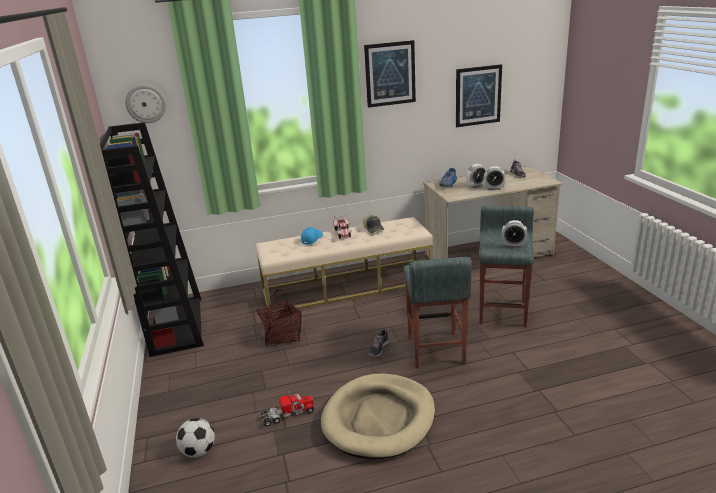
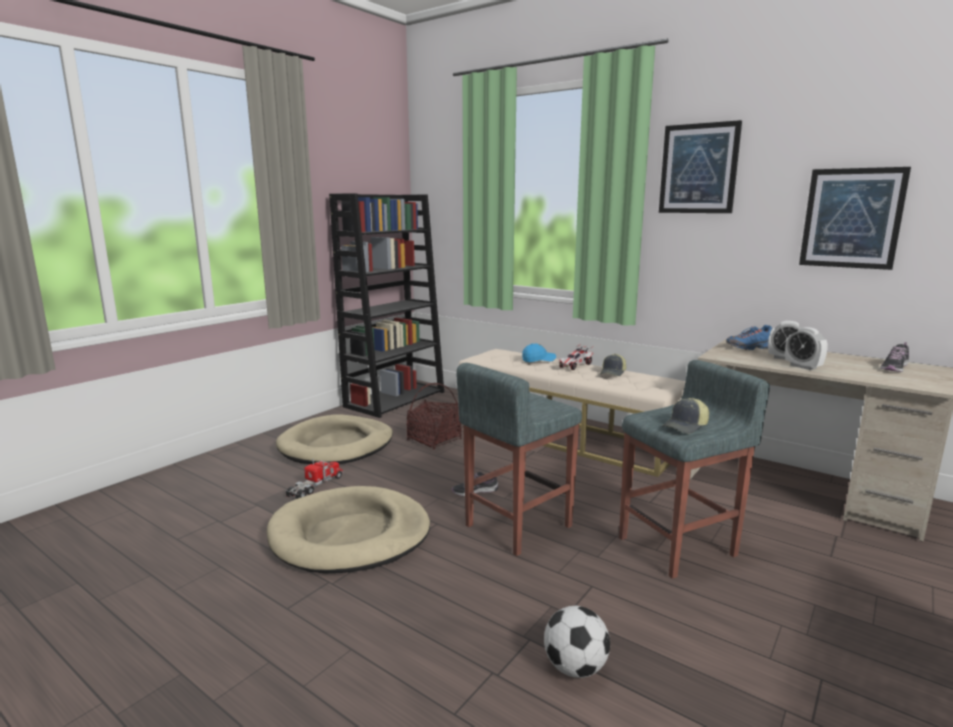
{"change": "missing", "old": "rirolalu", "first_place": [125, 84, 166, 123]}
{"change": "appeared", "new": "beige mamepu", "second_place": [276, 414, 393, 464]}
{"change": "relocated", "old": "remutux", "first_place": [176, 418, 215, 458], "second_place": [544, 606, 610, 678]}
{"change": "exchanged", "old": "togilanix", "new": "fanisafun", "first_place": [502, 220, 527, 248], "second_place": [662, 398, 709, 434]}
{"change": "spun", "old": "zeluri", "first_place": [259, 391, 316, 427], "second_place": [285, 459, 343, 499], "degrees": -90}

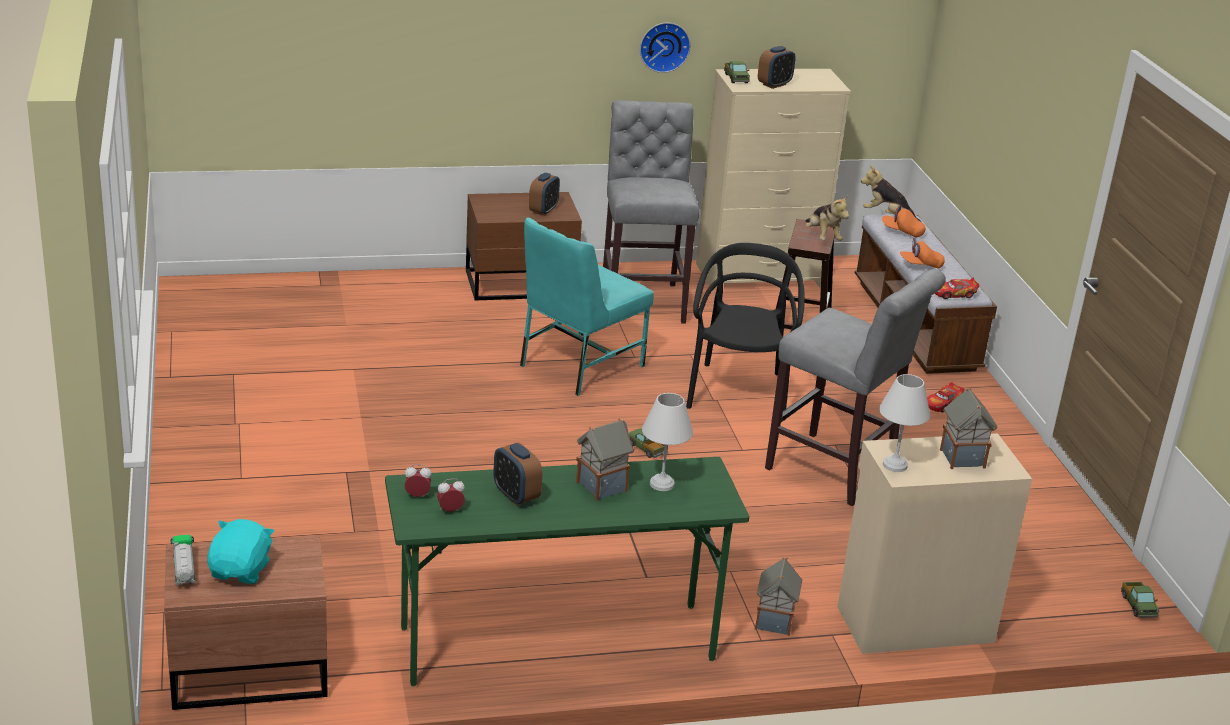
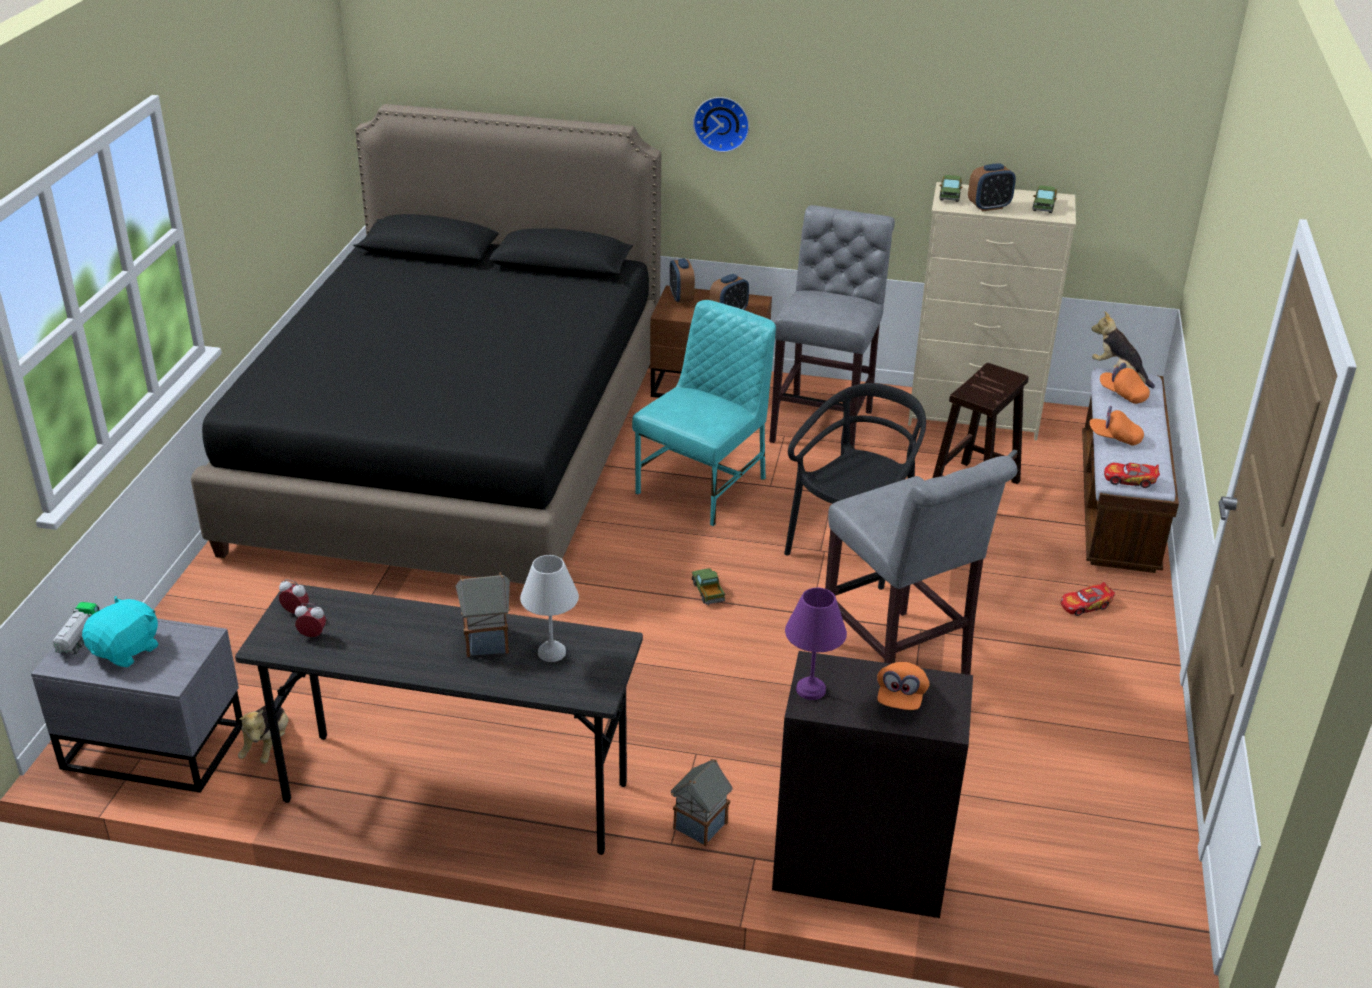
{"change": "appeared", "new": "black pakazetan", "second_place": [191, 104, 661, 584]}
{"change": "relocated", "old": "togilanix", "first_place": [493, 442, 542, 506], "second_place": [670, 258, 695, 303]}
{"change": "relocated", "old": "rirolalu", "first_place": [640, 22, 691, 73], "second_place": [693, 97, 749, 152]}
{"change": "relocated", "old": "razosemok", "first_place": [805, 195, 849, 241], "second_place": [238, 706, 289, 764]}
{"change": "relocated", "old": "zeluri", "first_place": [1121, 582, 1159, 618], "second_place": [1033, 185, 1057, 213]}
{"change": "exchanged", "old": "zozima", "new": "orange fanisafun", "first_place": [940, 388, 997, 469], "second_place": [877, 662, 930, 710]}
{"change": "colour", "old": "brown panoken", "new": "grey panoken", "first_place": [164, 536, 328, 710], "second_place": [31, 619, 242, 793]}
{"change": "colour", "old": "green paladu", "new": "grey paladu", "first_place": [385, 457, 749, 686], "second_place": [235, 583, 643, 855]}
{"change": "colour", "old": "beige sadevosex", "new": "black sadevosex", "first_place": [837, 433, 1032, 654], "second_place": [772, 651, 973, 918]}
{"change": "colour", "old": "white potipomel", "new": "purple potipomel", "first_place": [879, 374, 930, 472], "second_place": [785, 588, 847, 700]}
{"change": "spun", "old": "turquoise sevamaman", "first_place": [520, 217, 654, 396], "second_place": [632, 300, 776, 526], "degrees": 150}

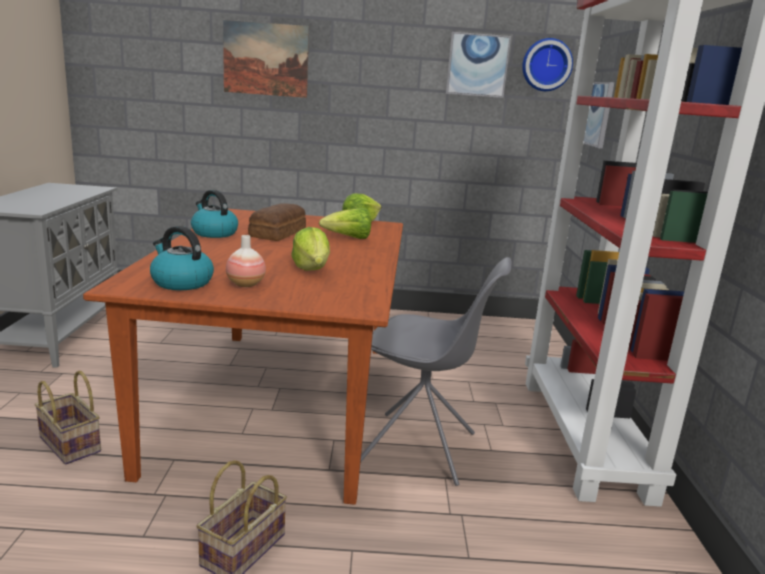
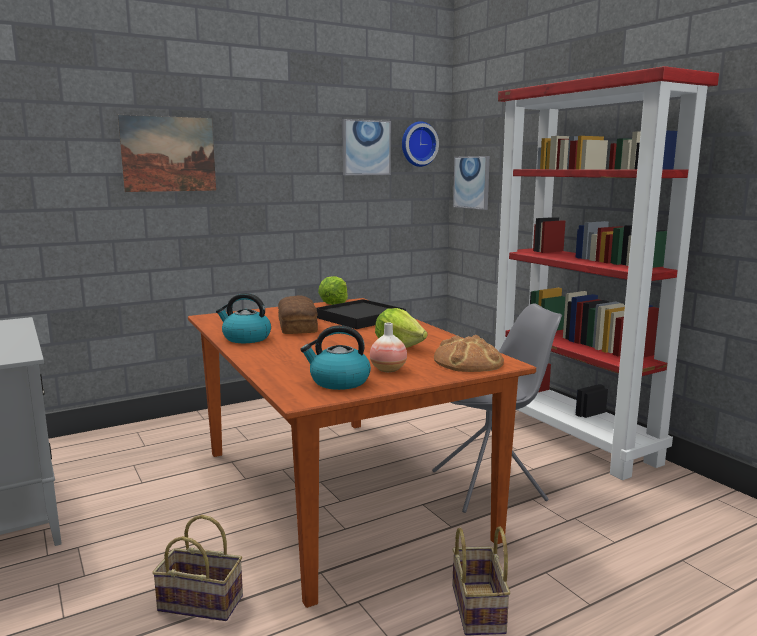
{"change": "appeared", "new": "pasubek", "second_place": [434, 335, 504, 372]}
{"change": "exchanged", "old": "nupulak", "new": "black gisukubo", "first_place": [319, 208, 371, 239], "second_place": [316, 299, 406, 329]}

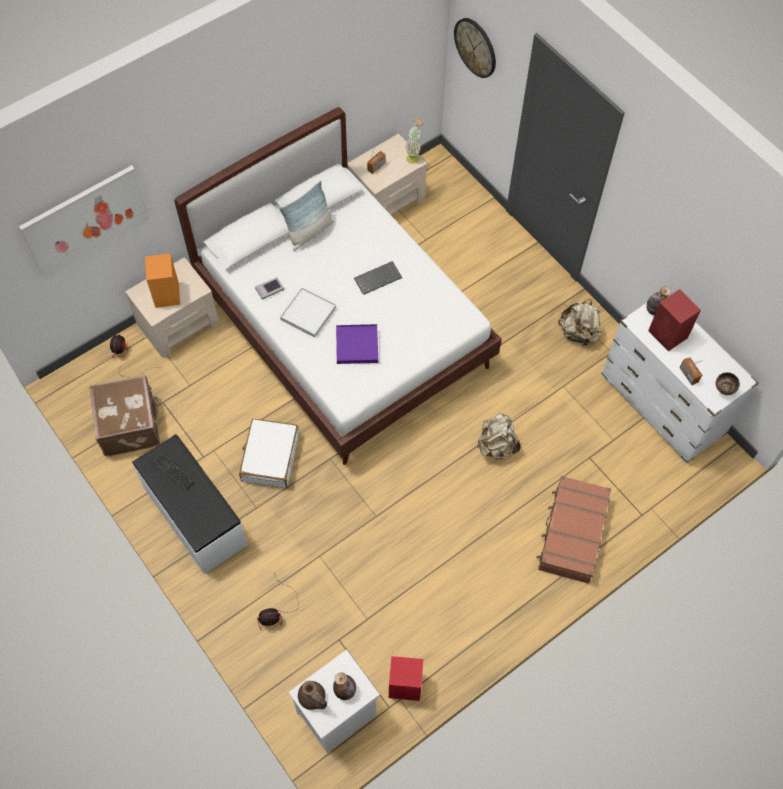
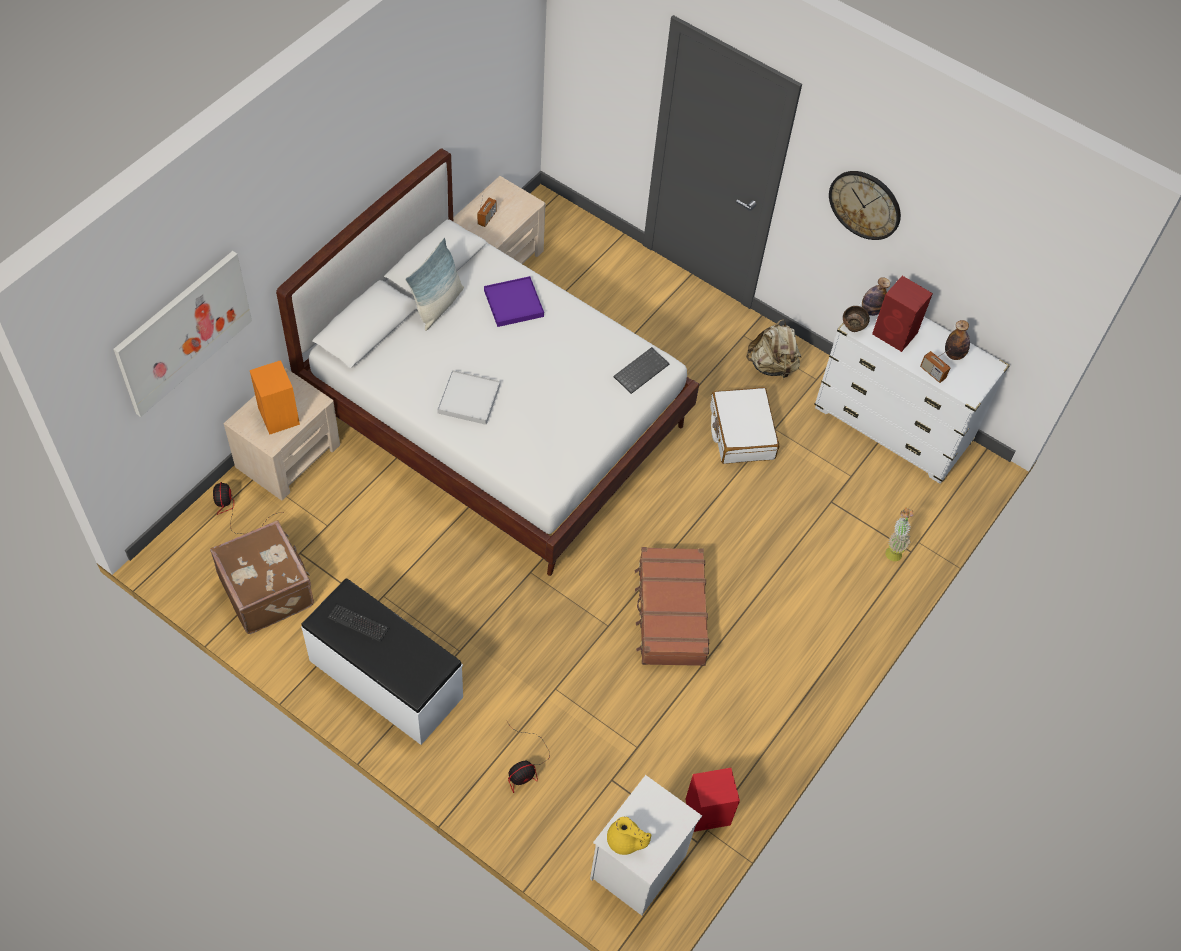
{"change": "missing", "old": "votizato", "first_place": [255, 277, 284, 300]}
{"change": "missing", "old": "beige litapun", "first_place": [477, 413, 521, 460]}
{"change": "relocated", "old": "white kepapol", "first_place": [239, 419, 299, 488], "second_place": [710, 387, 779, 464]}
{"change": "relocated", "old": "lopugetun", "first_place": [333, 672, 356, 700], "second_place": [945, 320, 970, 360]}
{"change": "relocated", "old": "purple gisukubo", "first_place": [336, 324, 378, 364], "second_place": [484, 276, 544, 327]}
{"change": "relocated", "old": "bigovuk", "first_place": [354, 261, 402, 295], "second_place": [613, 347, 669, 394]}
{"change": "relocated", "old": "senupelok", "first_place": [405, 119, 423, 164], "second_place": [885, 507, 913, 561]}
{"change": "relocated", "old": "rirolalu", "first_place": [454, 18, 496, 78], "second_place": [829, 171, 901, 240]}
{"change": "relocated", "old": "brown kepapol", "first_place": [536, 476, 611, 584], "second_place": [635, 547, 709, 666]}
{"change": "relocated", "old": "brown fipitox", "first_place": [716, 372, 740, 395], "second_place": [843, 306, 870, 332]}
{"change": "colour", "old": "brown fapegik", "new": "yellow fapegik", "first_place": [298, 681, 327, 710], "second_place": [607, 817, 651, 855]}

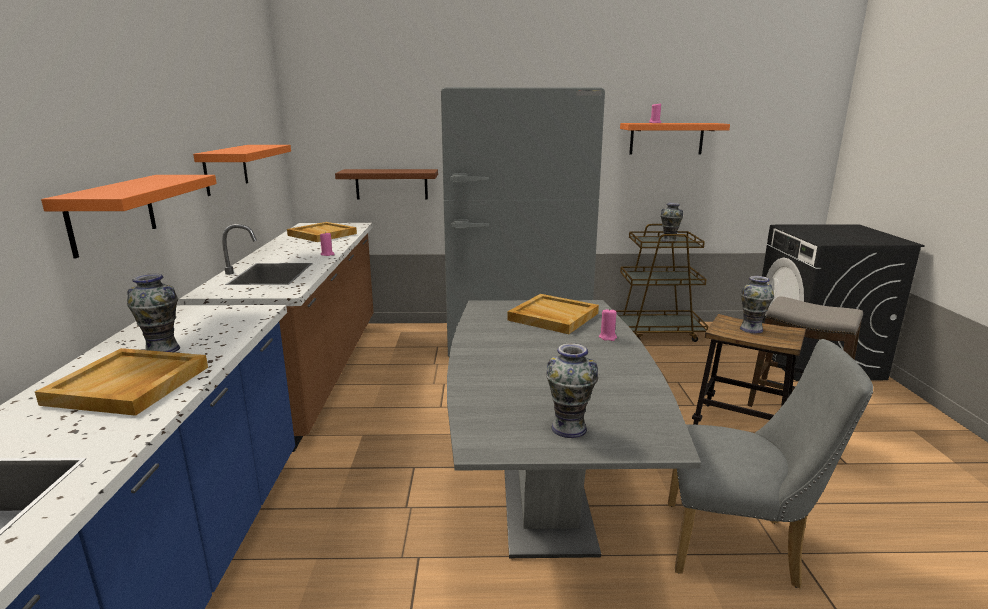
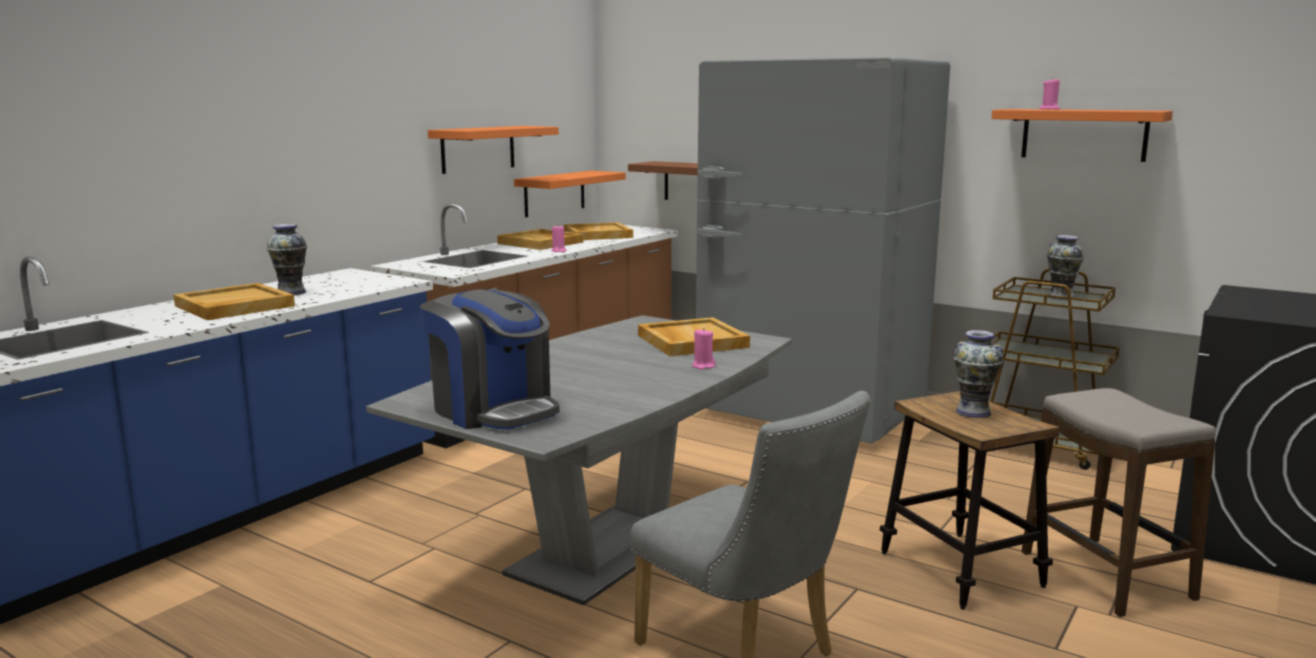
{"change": "appeared", "new": "beige gisukubo", "second_place": [497, 229, 583, 250]}
{"change": "relocated", "old": "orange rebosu", "first_place": [41, 175, 217, 259], "second_place": [514, 171, 626, 217]}
{"change": "exchanged", "old": "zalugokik", "new": "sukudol", "first_place": [546, 343, 598, 438], "second_place": [420, 289, 560, 430]}

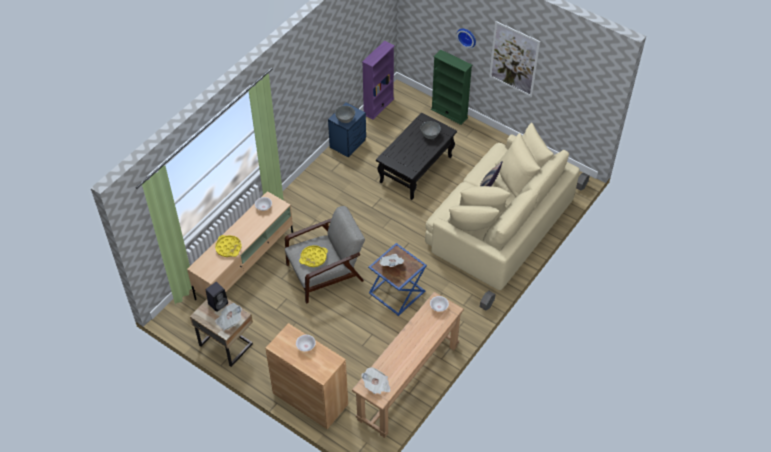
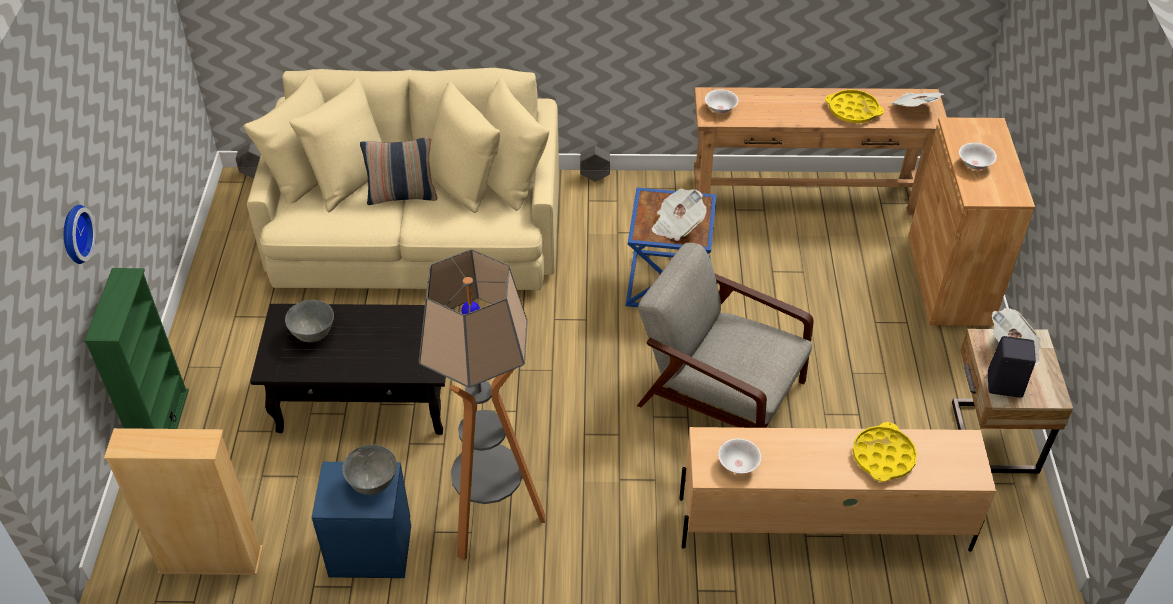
{"change": "missing", "old": "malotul", "first_place": [489, 21, 540, 97]}
{"change": "appeared", "new": "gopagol", "second_place": [418, 250, 545, 561]}
{"change": "relocated", "old": "yellow gisukubo", "first_place": [299, 245, 328, 267], "second_place": [825, 89, 884, 123]}
{"change": "colour", "old": "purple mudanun", "new": "beige mudanun", "first_place": [362, 41, 395, 120], "second_place": [104, 428, 263, 575]}

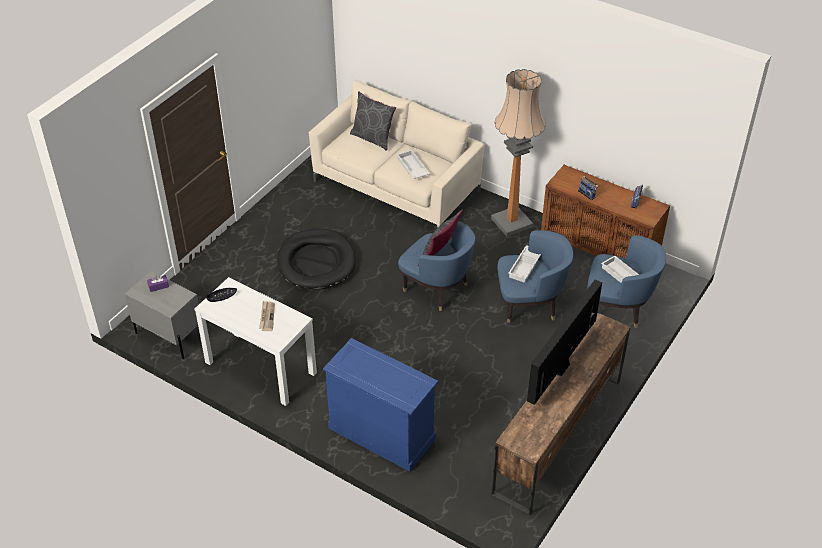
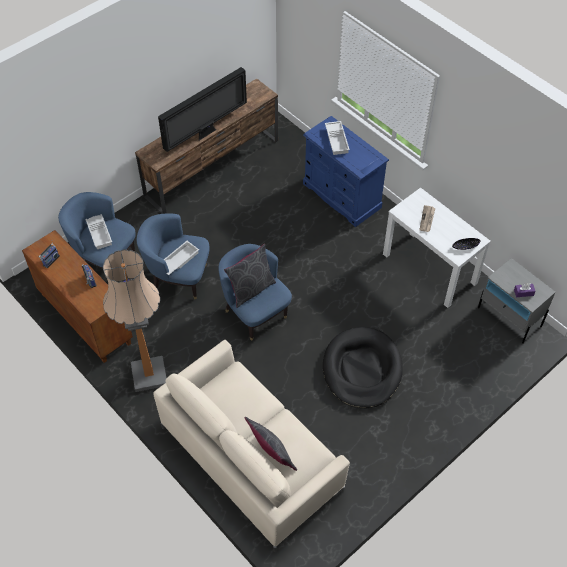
{"change": "relocated", "old": "white gisukubo", "first_place": [396, 150, 430, 179], "second_place": [325, 121, 350, 155]}

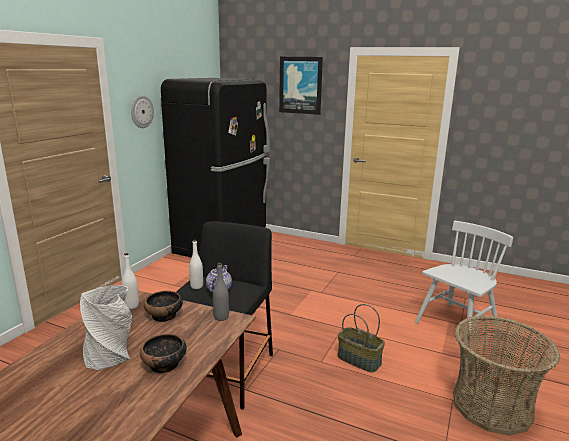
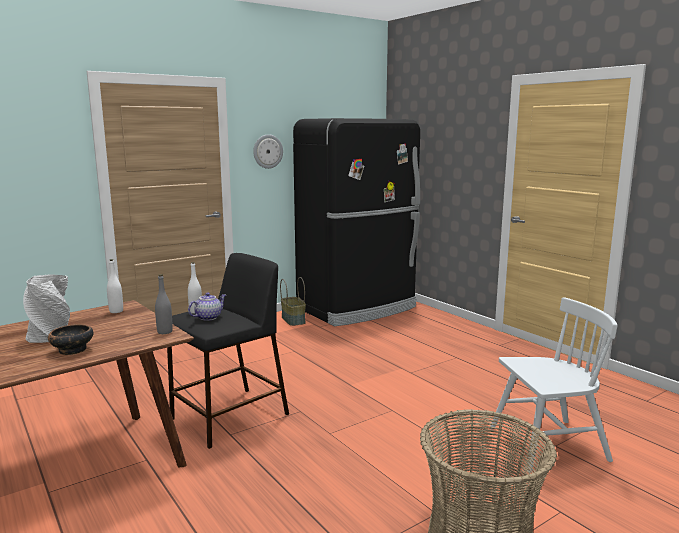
{"change": "missing", "old": "fipitox", "first_place": [144, 291, 183, 322]}
{"change": "missing", "old": "malotul", "first_place": [279, 57, 323, 115]}
{"change": "relocated", "old": "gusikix", "first_place": [338, 304, 385, 373], "second_place": [280, 277, 306, 326]}

